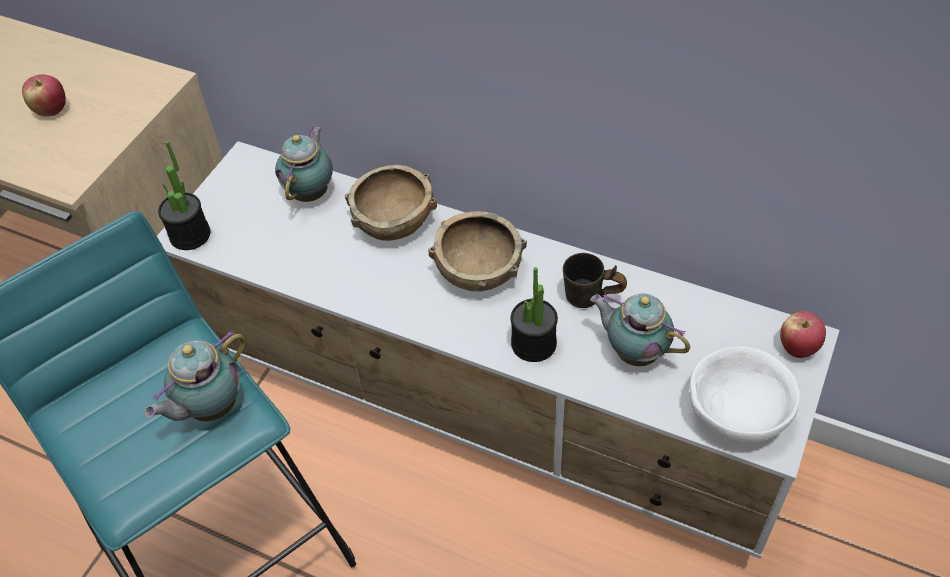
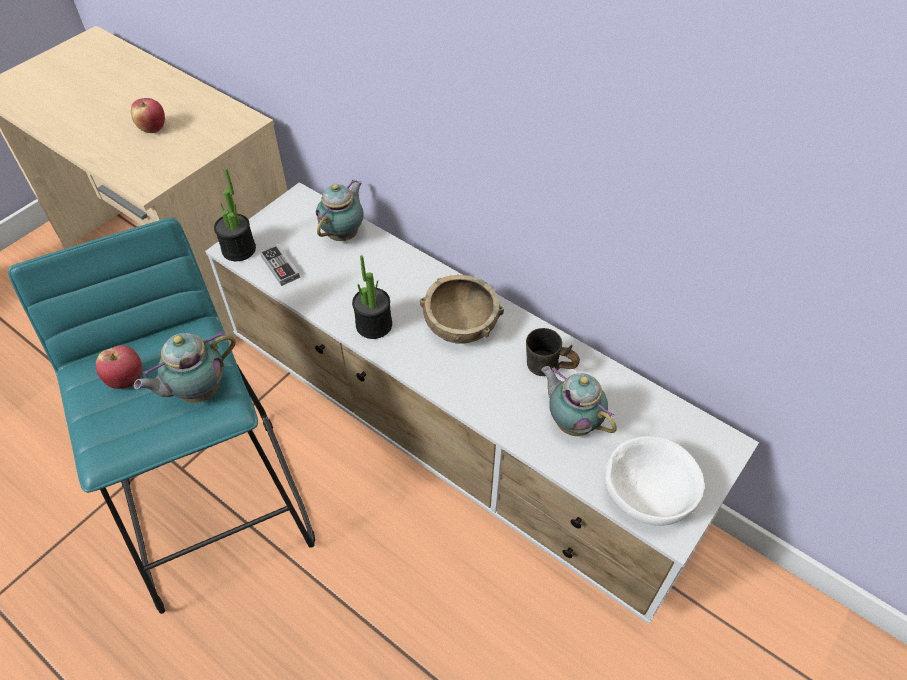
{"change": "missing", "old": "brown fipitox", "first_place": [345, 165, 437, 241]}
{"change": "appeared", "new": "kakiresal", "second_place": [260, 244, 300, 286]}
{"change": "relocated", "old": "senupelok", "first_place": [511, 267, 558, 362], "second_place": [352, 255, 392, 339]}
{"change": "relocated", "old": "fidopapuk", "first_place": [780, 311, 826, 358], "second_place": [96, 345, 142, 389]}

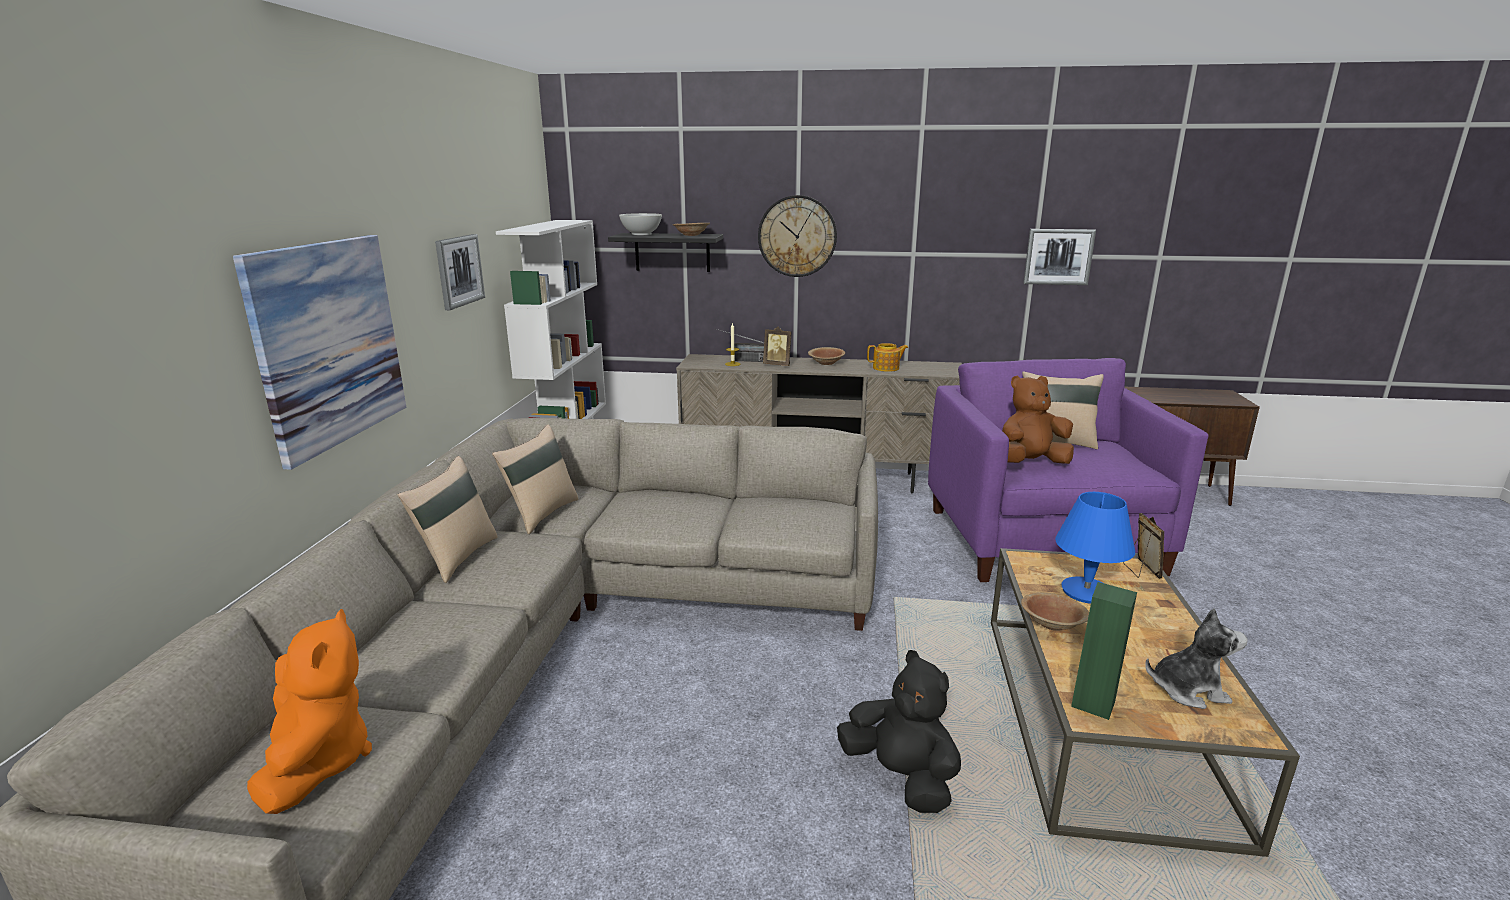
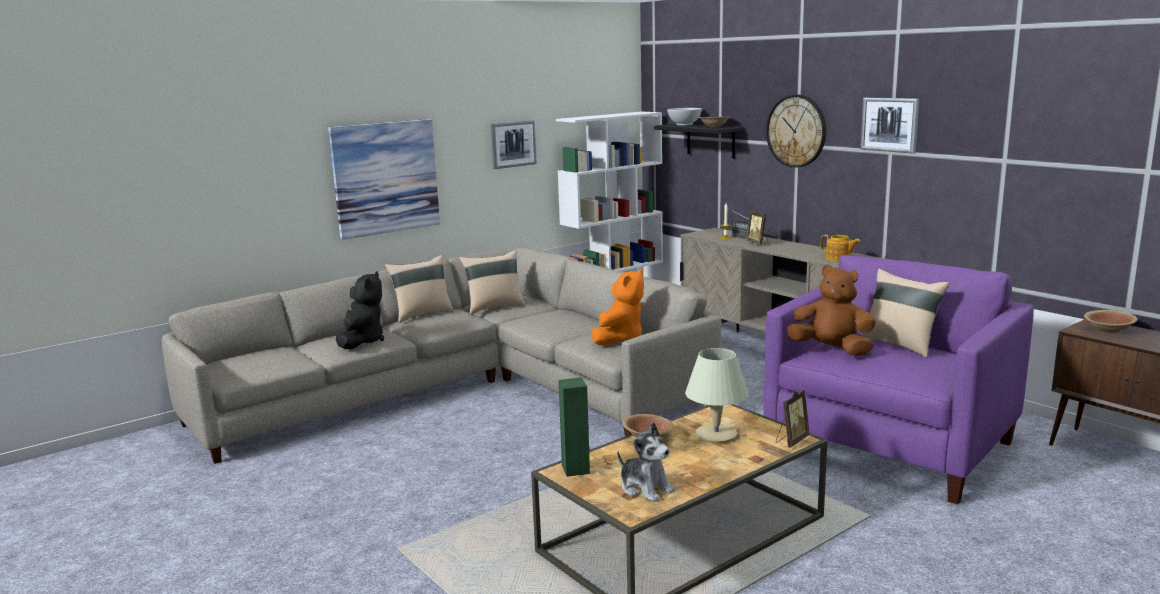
{"change": "relocated", "old": "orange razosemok", "first_place": [247, 609, 372, 814], "second_place": [592, 269, 644, 346]}
{"change": "relocated", "old": "brown fipitox", "first_place": [808, 347, 845, 365], "second_place": [1084, 310, 1138, 333]}
{"change": "relocated", "old": "black razosemok", "first_place": [837, 650, 961, 813], "second_place": [336, 271, 384, 349]}
{"change": "relocated", "old": "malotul", "first_place": [1023, 229, 1096, 285], "second_place": [860, 98, 919, 153]}
{"change": "colour", "old": "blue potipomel", "new": "beige potipomel", "first_place": [1055, 492, 1135, 604], "second_place": [685, 348, 749, 444]}

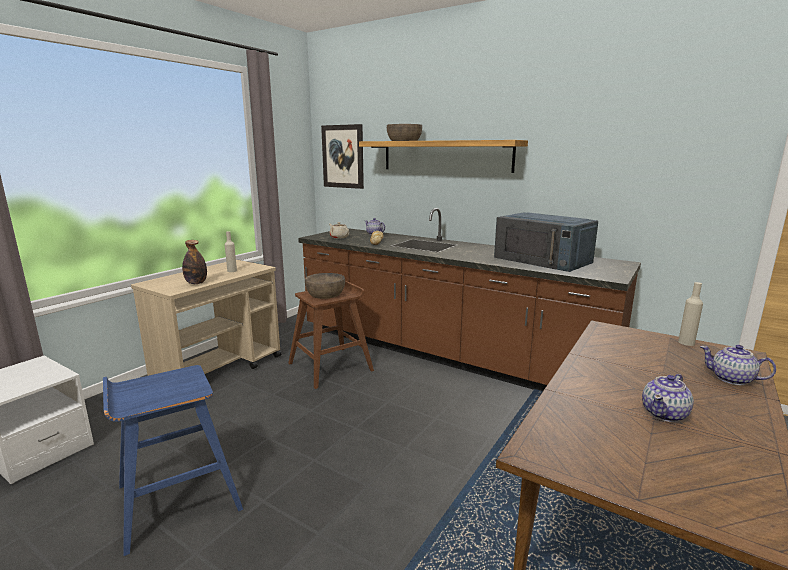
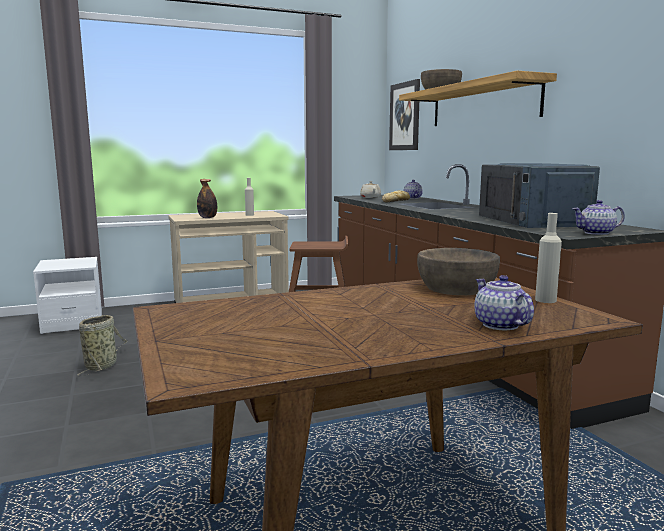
{"change": "relocated", "old": "brown fipitox", "first_place": [305, 273, 345, 299], "second_place": [417, 248, 500, 295]}
{"change": "relocated", "old": "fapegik", "first_place": [642, 374, 694, 422], "second_place": [573, 200, 625, 235]}
{"change": "exchanged", "old": "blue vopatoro", "new": "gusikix", "first_place": [103, 365, 243, 556], "second_place": [77, 315, 128, 376]}

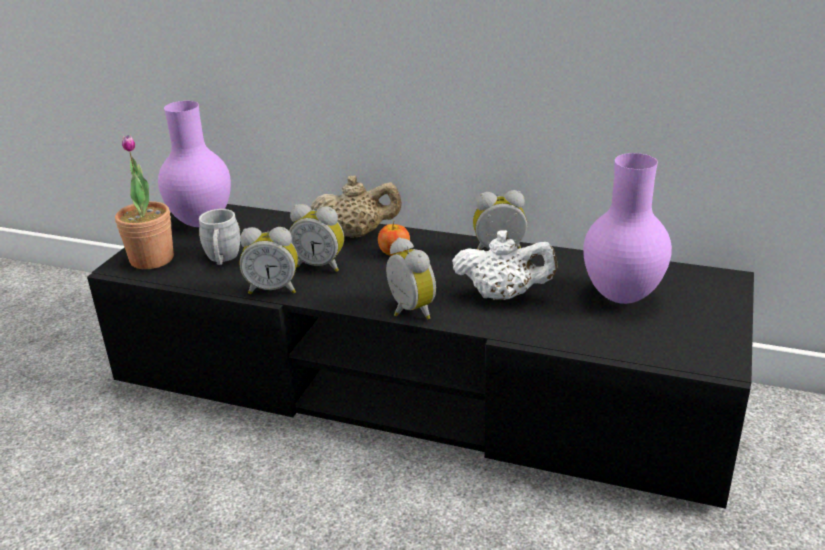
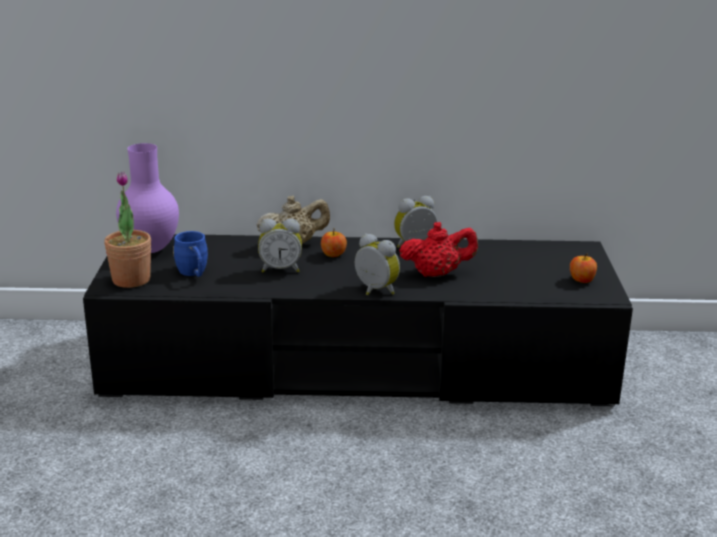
{"change": "missing", "old": "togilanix", "first_place": [240, 227, 298, 294]}
{"change": "missing", "old": "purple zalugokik", "first_place": [583, 153, 672, 304]}
{"change": "appeared", "new": "fidopapuk", "second_place": [570, 254, 597, 283]}
{"change": "colour", "old": "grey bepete", "new": "blue bepete", "first_place": [199, 209, 240, 265], "second_place": [173, 231, 208, 277]}
{"change": "colour", "old": "white fapegik", "new": "red fapegik", "first_place": [452, 230, 557, 300], "second_place": [399, 222, 478, 277]}

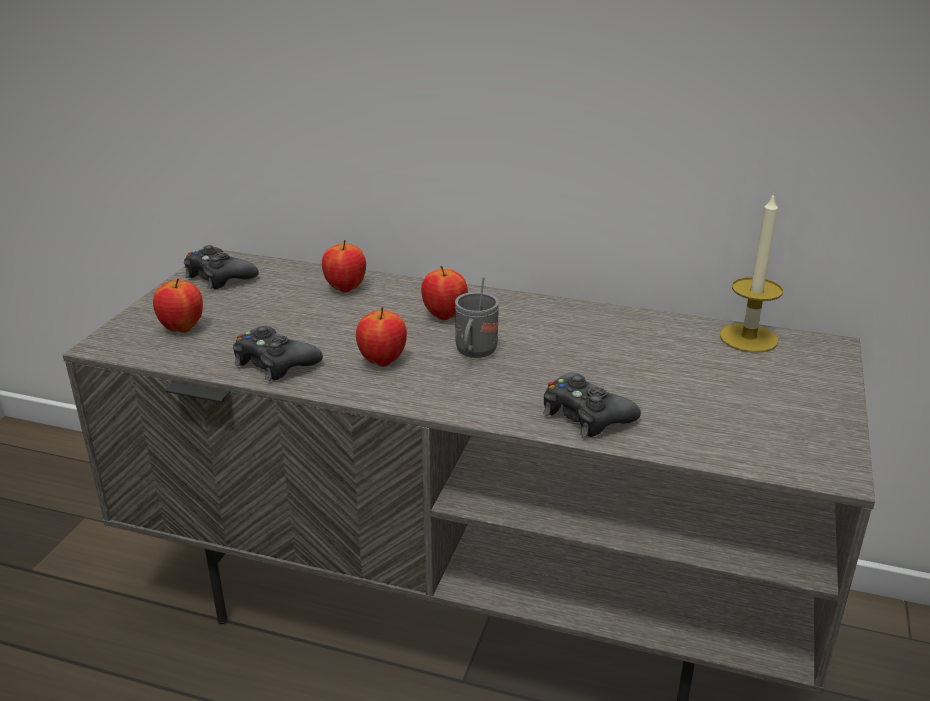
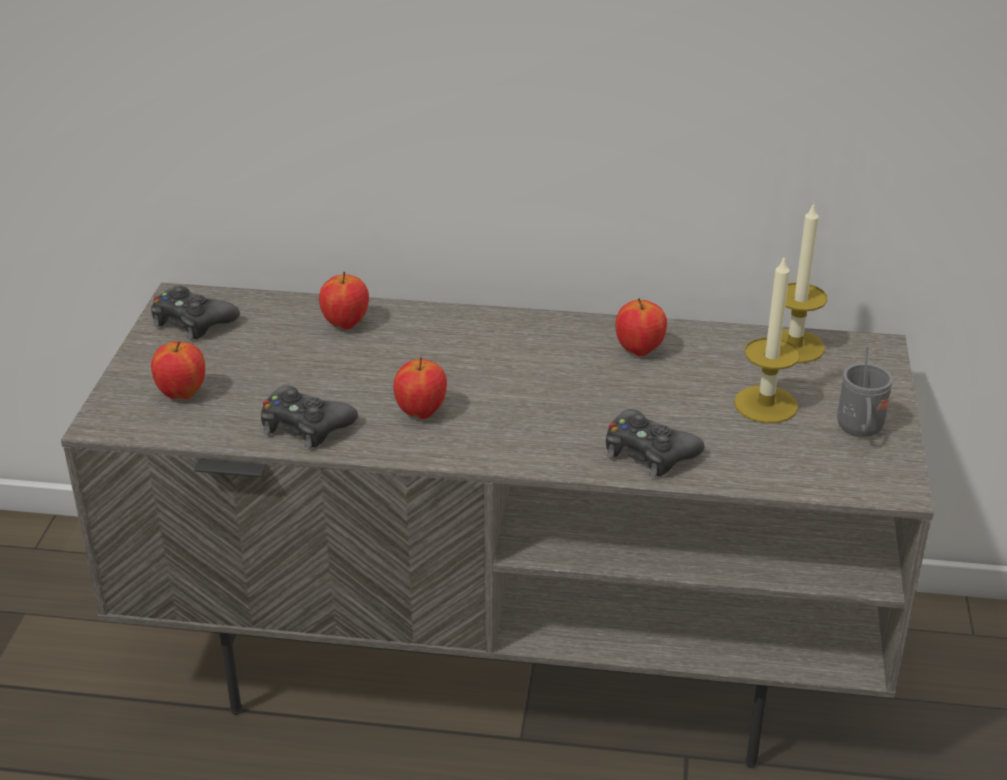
{"change": "appeared", "new": "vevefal", "second_place": [734, 255, 800, 423]}
{"change": "relocated", "old": "fidopapuk", "first_place": [421, 266, 468, 321], "second_place": [615, 298, 667, 356]}
{"change": "relocated", "old": "grey bepete", "first_place": [455, 277, 499, 358], "second_place": [837, 347, 893, 437]}

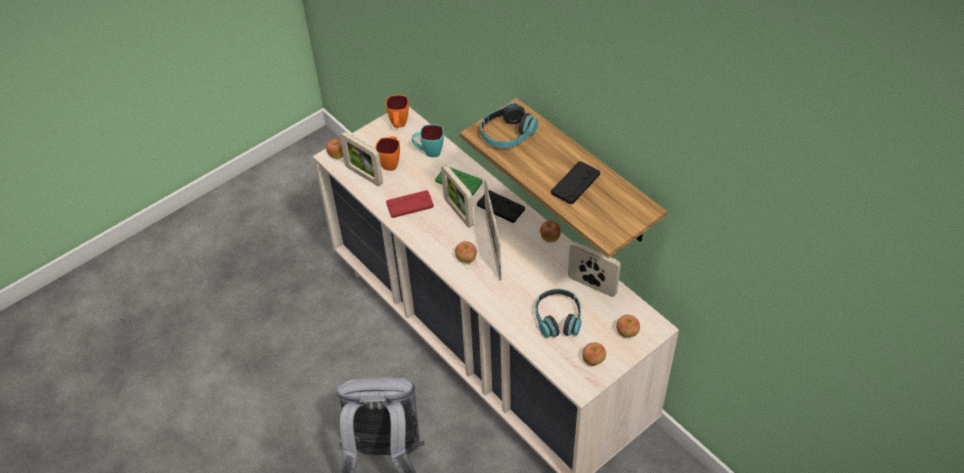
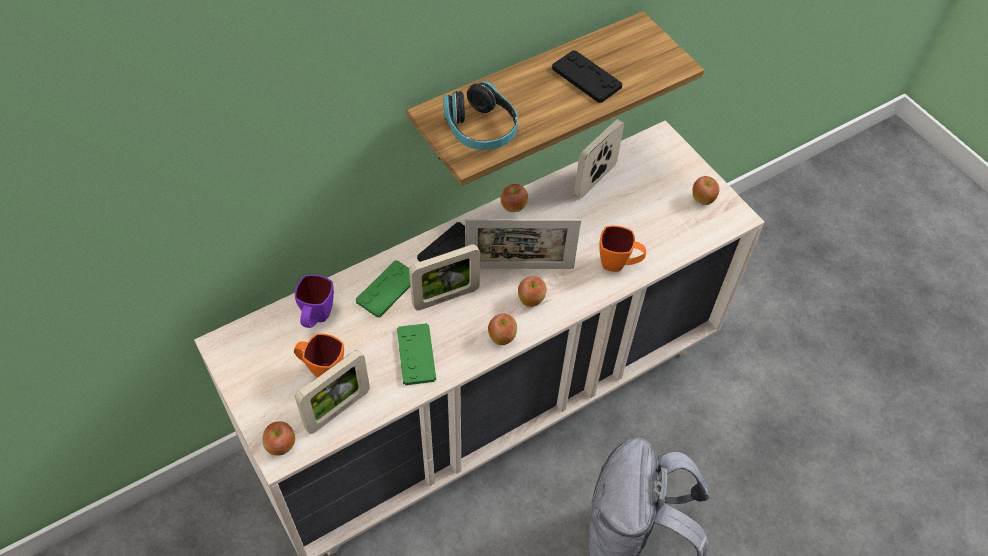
{"change": "missing", "old": "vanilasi", "first_place": [535, 289, 582, 337]}
{"change": "relocated", "old": "orange bepete", "first_place": [386, 95, 409, 128], "second_place": [599, 226, 646, 272]}
{"change": "relocated", "old": "fidopapuk", "first_place": [616, 315, 640, 338], "second_place": [488, 314, 517, 345]}
{"change": "colour", "old": "red kakiresal", "new": "green kakiresal", "first_place": [386, 190, 434, 218], "second_place": [397, 323, 436, 385]}
{"change": "colour", "old": "turquoise bepete", "new": "purple bepete", "first_place": [412, 124, 444, 157], "second_place": [295, 275, 334, 328]}

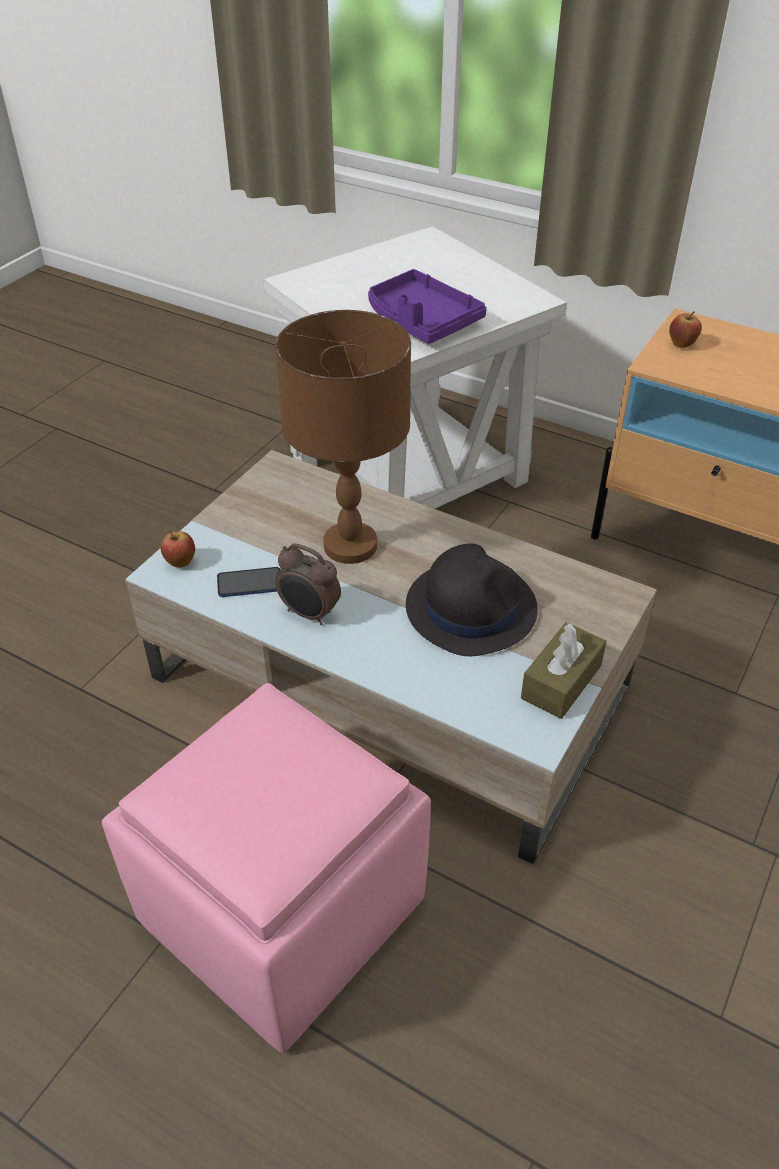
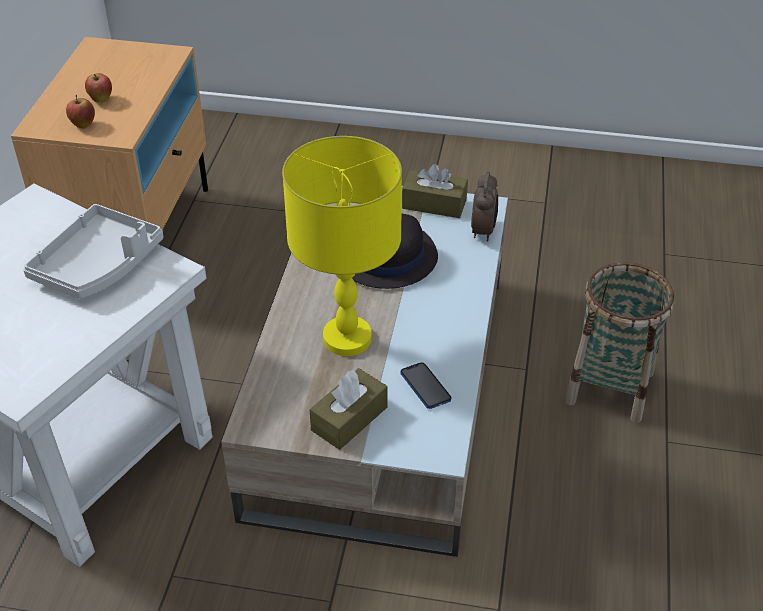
{"change": "appeared", "new": "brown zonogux", "second_place": [310, 368, 388, 450]}
{"change": "relocated", "old": "fidopapuk", "first_place": [161, 530, 195, 567], "second_place": [85, 73, 112, 102]}
{"change": "relocated", "old": "togilanix", "first_place": [275, 543, 341, 625], "second_place": [471, 171, 498, 242]}
{"change": "exchanged", "old": "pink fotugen", "new": "gusikix", "first_place": [102, 683, 431, 1052], "second_place": [565, 262, 675, 423]}
{"change": "colour", "old": "brown potipomel", "new": "yellow potipomel", "first_place": [275, 310, 411, 564], "second_place": [282, 136, 402, 356]}
{"change": "colour", "old": "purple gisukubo", "new": "grey gisukubo", "first_place": [368, 269, 487, 344], "second_place": [23, 204, 163, 299]}

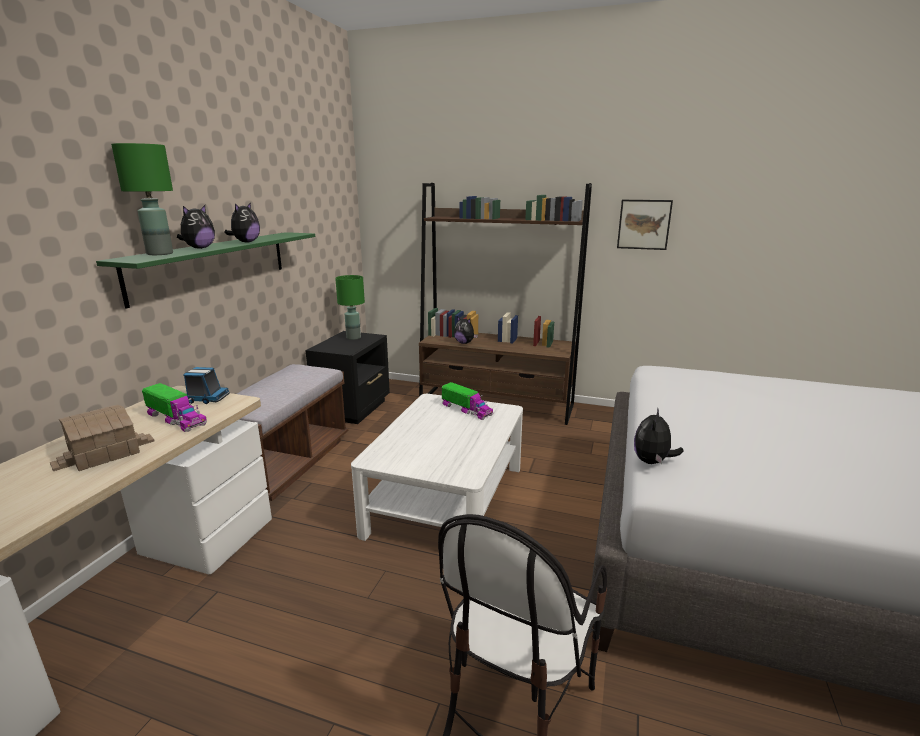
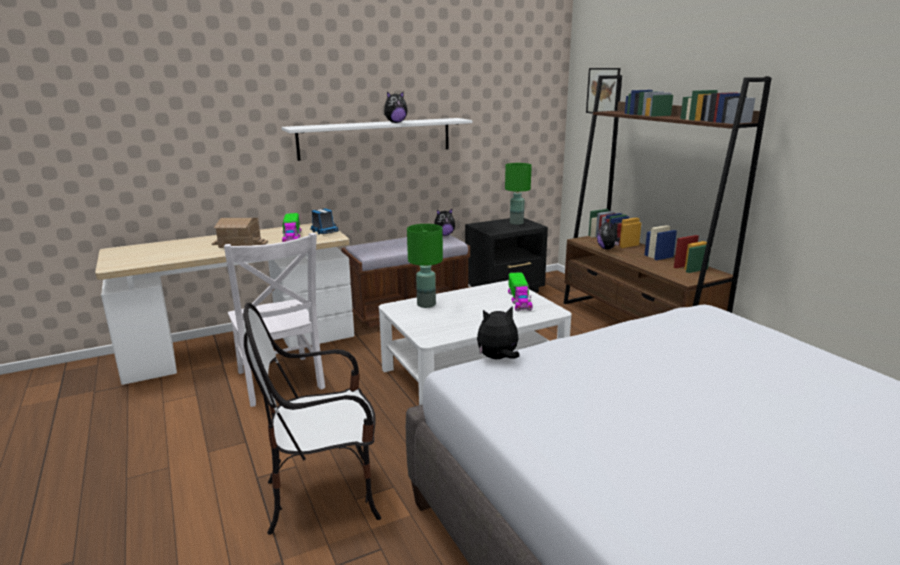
{"change": "appeared", "new": "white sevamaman", "second_place": [224, 233, 325, 407]}
{"change": "relocated", "old": "green potipomel", "first_place": [111, 143, 173, 255], "second_place": [407, 224, 443, 308]}
{"change": "relocated", "old": "razosemok", "first_place": [177, 205, 215, 249], "second_place": [434, 209, 455, 236]}
{"change": "relocated", "old": "malotul", "first_place": [617, 200, 673, 250], "second_place": [586, 68, 620, 113]}
{"change": "colour", "old": "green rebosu", "new": "white rebosu", "first_place": [96, 232, 315, 309], "second_place": [282, 118, 472, 161]}

